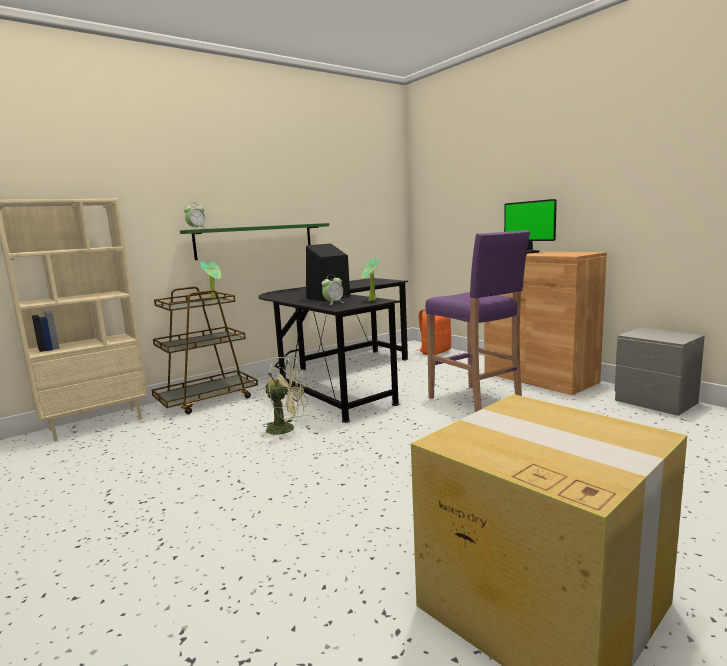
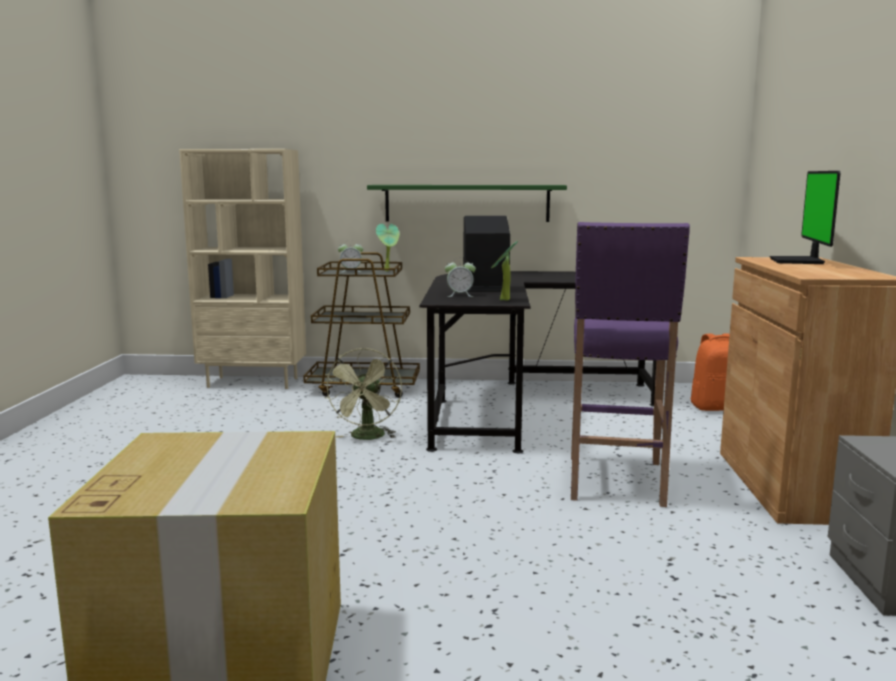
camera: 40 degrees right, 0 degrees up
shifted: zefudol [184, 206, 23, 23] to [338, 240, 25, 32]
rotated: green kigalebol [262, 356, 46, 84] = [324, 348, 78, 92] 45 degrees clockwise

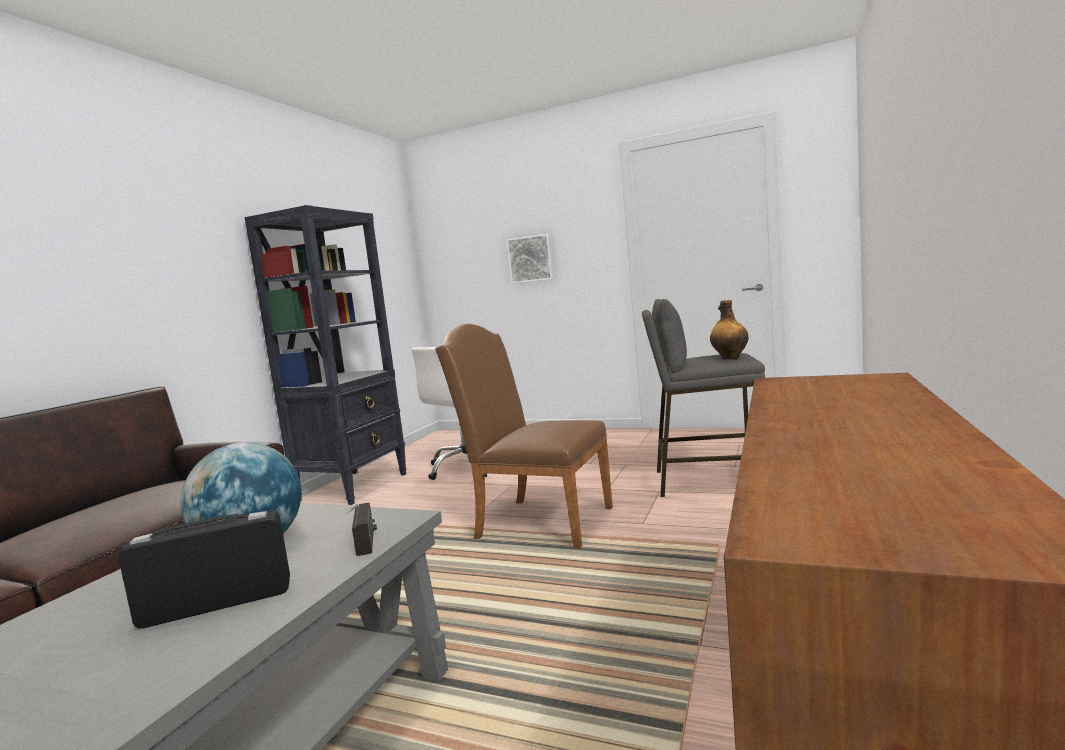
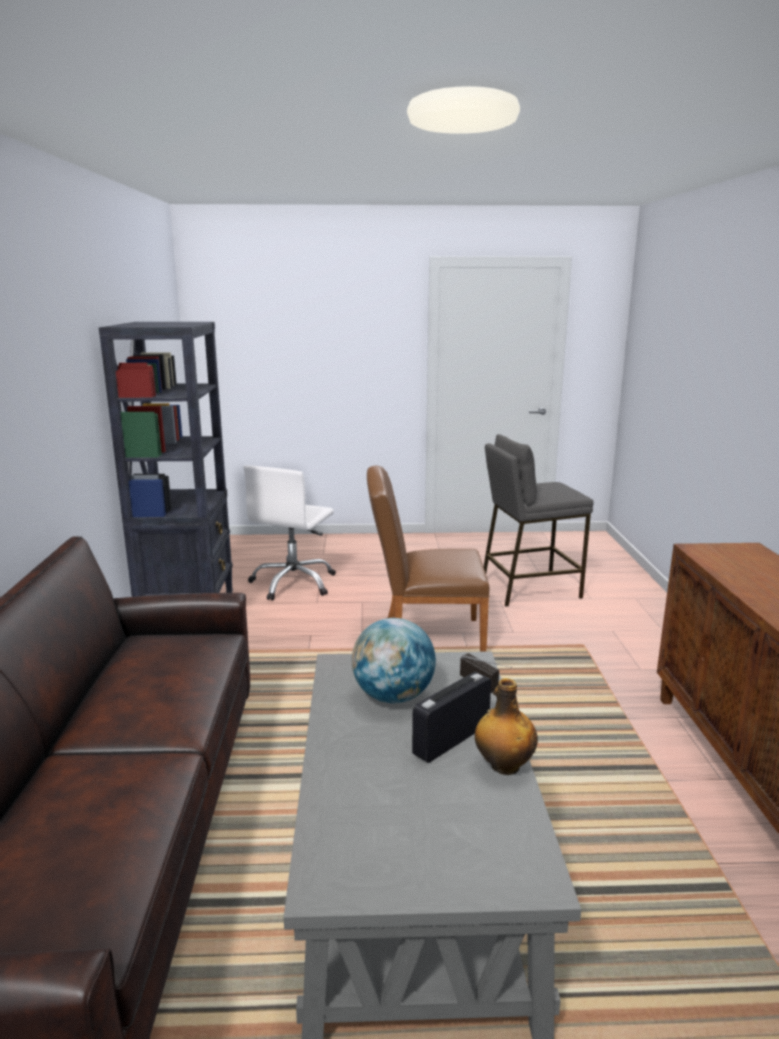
camera: 25 degrees left, 10 degrees up
gone: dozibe [507, 234, 47, 50]
shifted: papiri [710, 300, 39, 59] to [475, 678, 63, 97]

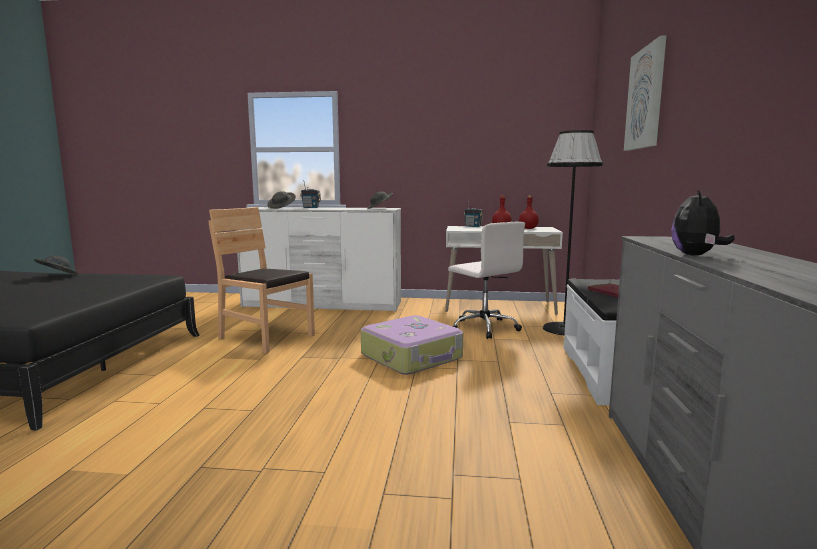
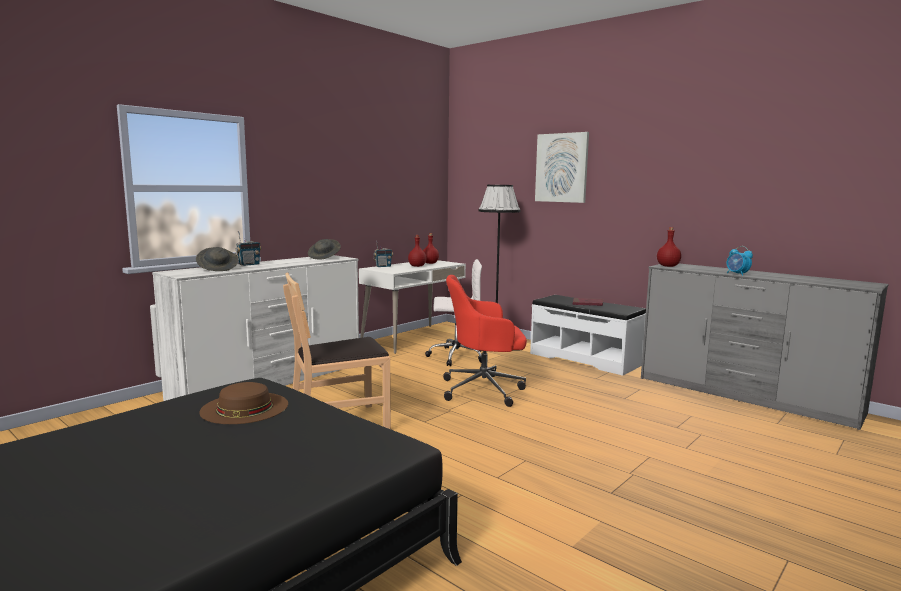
camera: 55 degrees left, 0 degrees up
gone: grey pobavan [34, 255, 44, 19]
new: brown pobavan [199, 382, 89, 42]; red papiri [657, 227, 24, 40]
swapped: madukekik [361, 315, 102, 60] to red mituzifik [443, 275, 84, 132]; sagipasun [671, 190, 64, 66] to zefudol [727, 246, 26, 30]

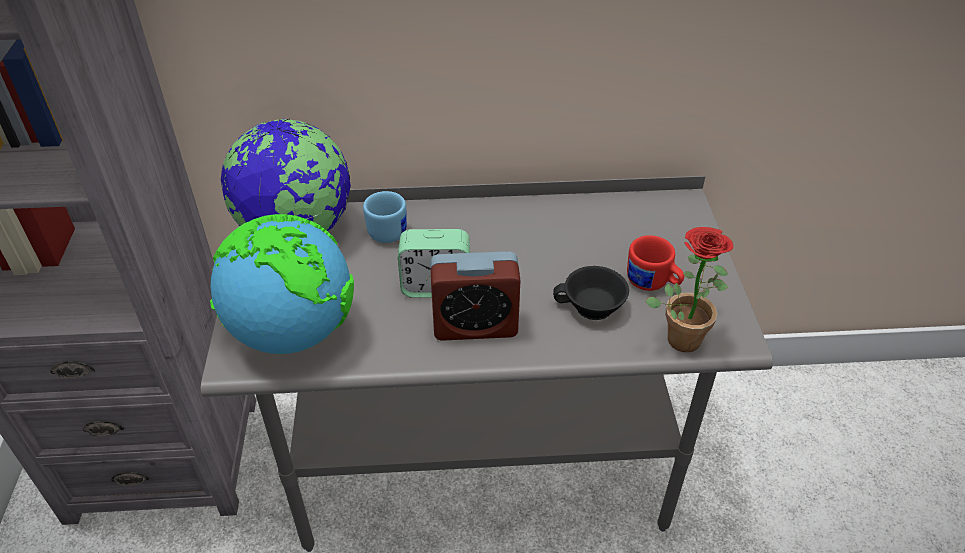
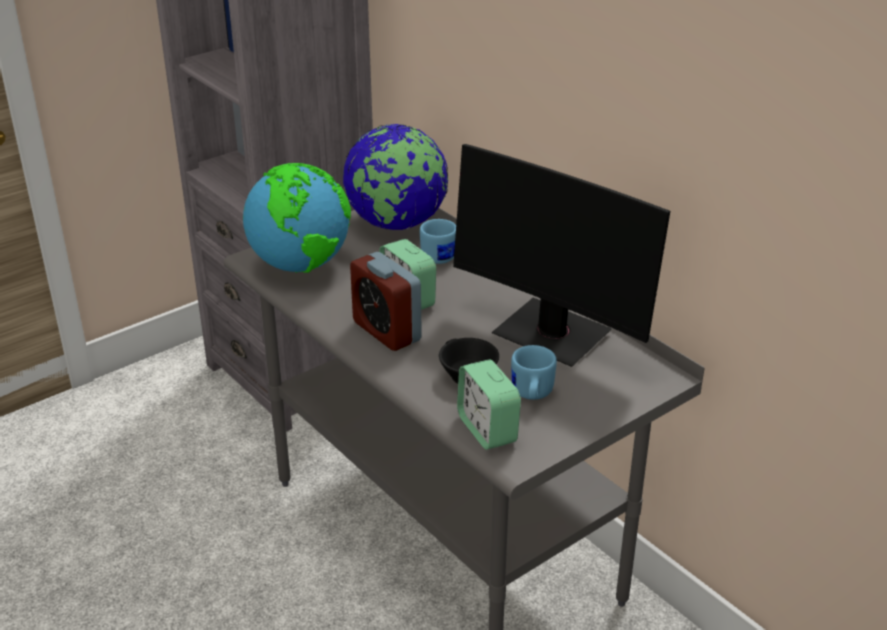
camera: 55 degrees right, 10 degrees down
new: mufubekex [453, 144, 217, 223]
swapped: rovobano [645, 227, 88, 125] to zefudol [457, 359, 64, 91]
repainted: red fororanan [627, 235, 57, 56] to blue fororanan [511, 345, 46, 55]

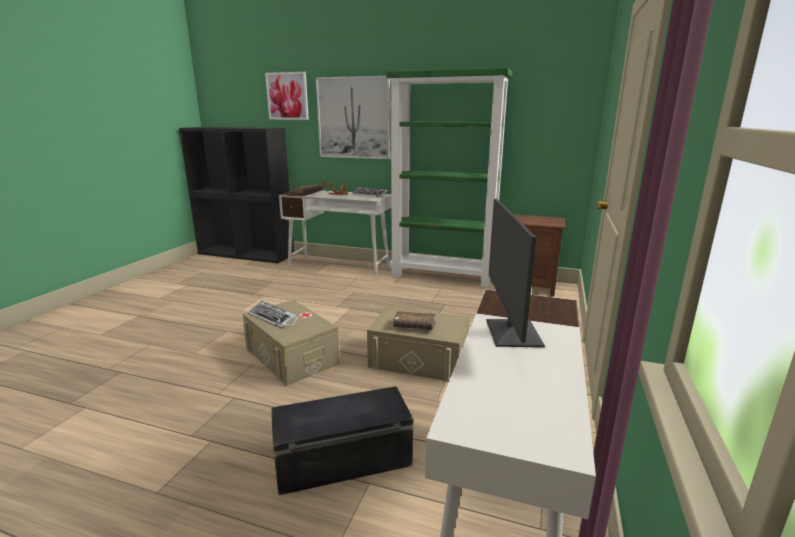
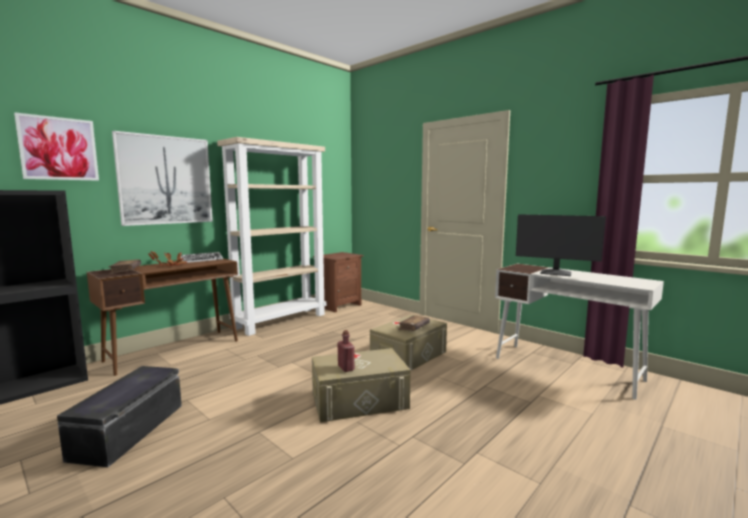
camera: 65 degrees left, 10 degrees down
shifted: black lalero [271, 386, 142, 109] to [57, 366, 125, 101]
swapped: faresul [248, 301, 48, 27] to red papiri [338, 330, 17, 42]
repainted: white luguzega [279, 190, 112, 87] to brown luguzega [87, 258, 151, 118]; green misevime [386, 68, 126, 220] to beige misevime [217, 137, 109, 199]

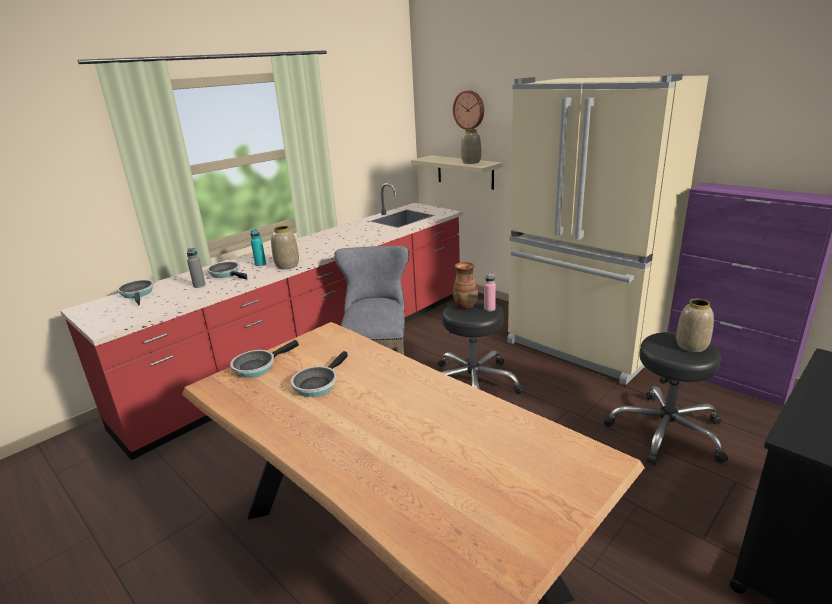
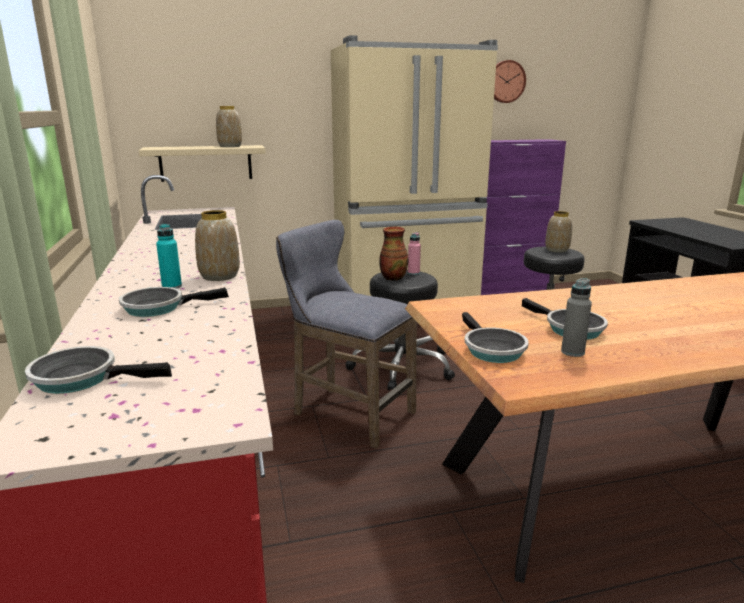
camera: 60 degrees left, 5 degrees down
shifted: grey papiri [187, 248, 19, 40] to [561, 278, 31, 79]; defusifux [453, 91, 31, 39] to [494, 60, 32, 43]

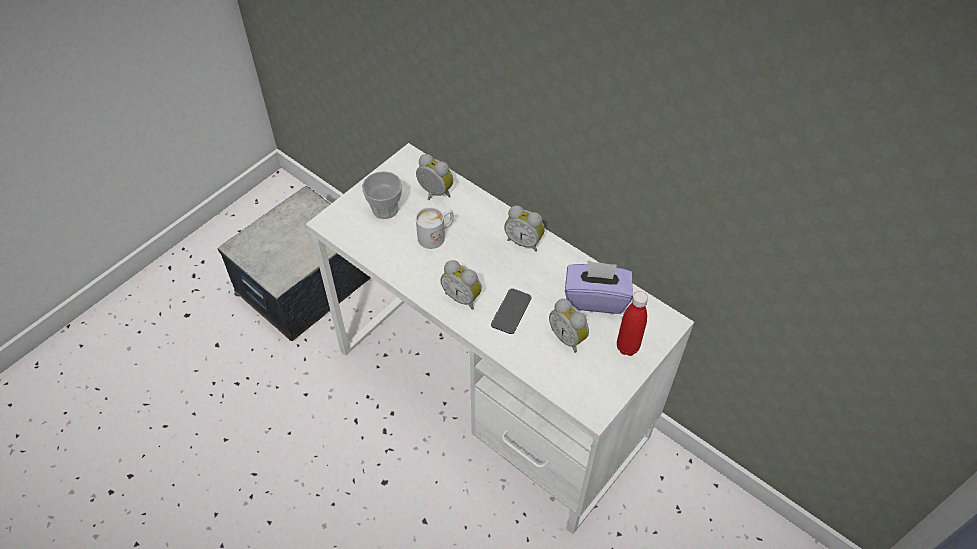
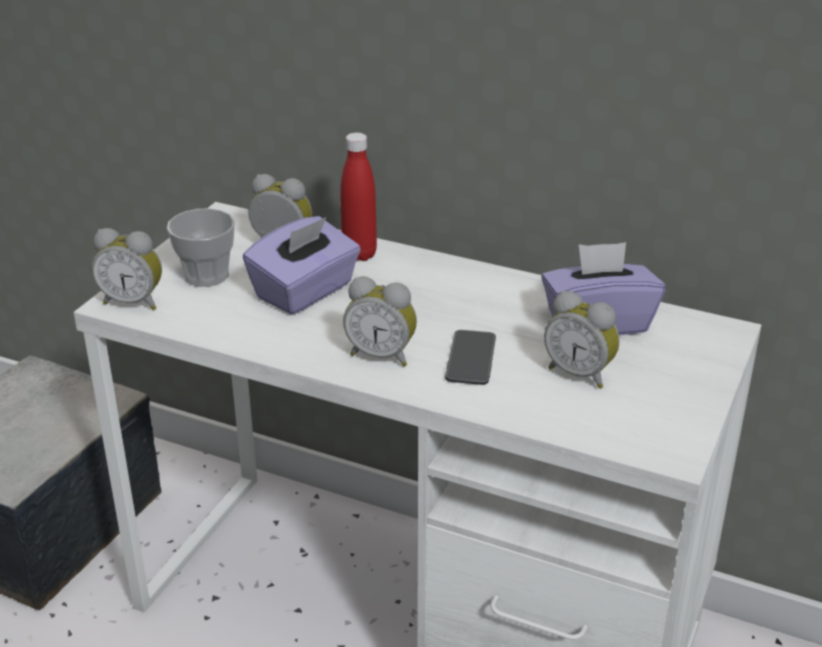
camera: 15 degrees left, 20 degrees down
shifted: zefudol [504, 205, 41, 47] to [91, 228, 71, 82]; red papiri [617, 291, 31, 65] to [340, 133, 37, 128]
swapped: white fororanan [416, 207, 38, 42] to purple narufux [243, 216, 118, 99]

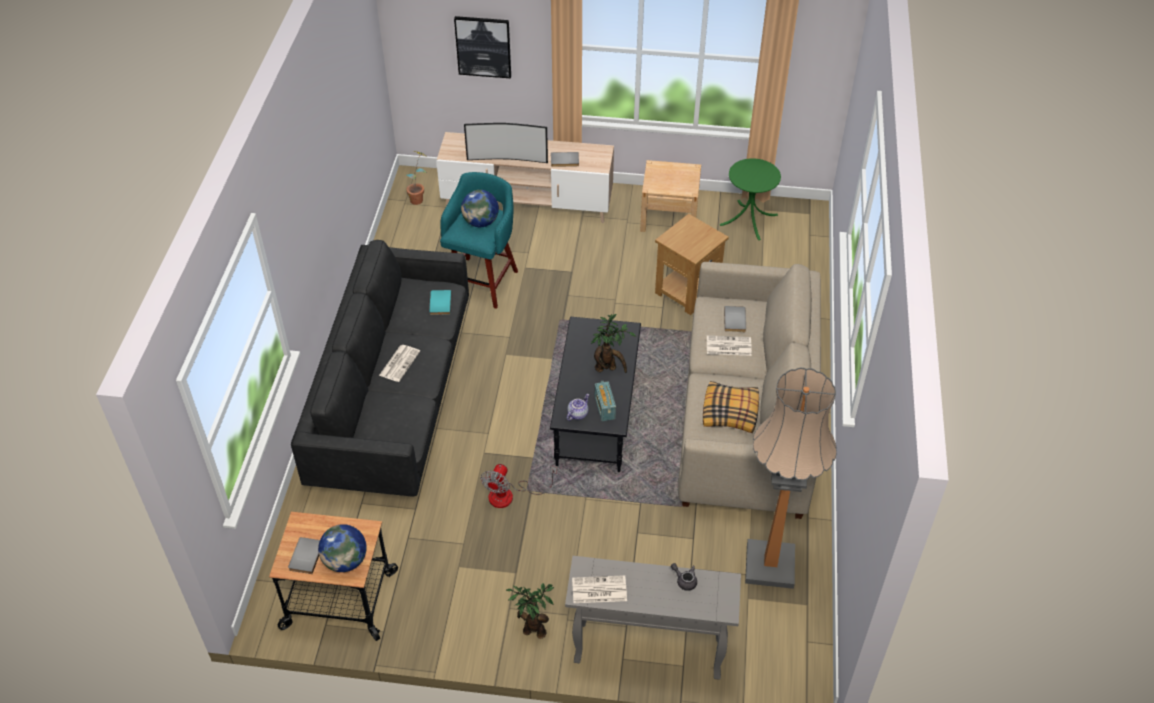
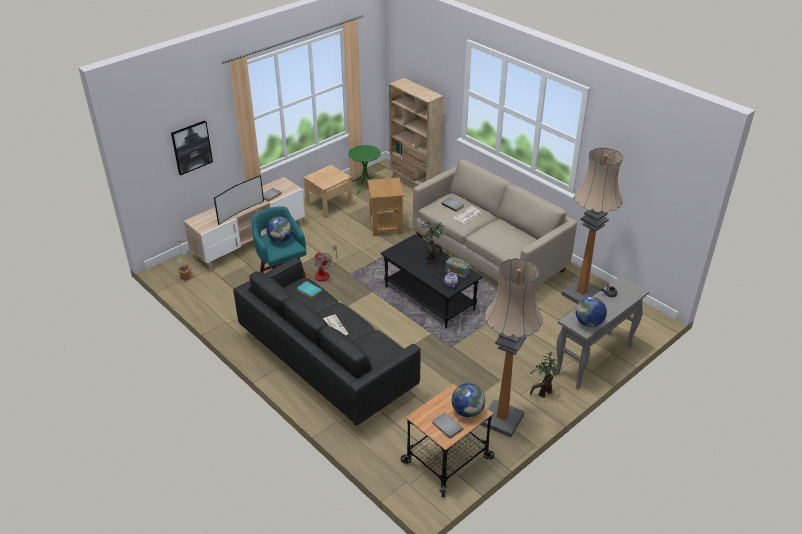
camera: 50 degrees left, 10 degrees down
gone: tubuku [703, 381, 56, 52]
new: beige misevime [389, 78, 55, 108]; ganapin [480, 258, 63, 179]
shifted: kigalebol [480, 464, 77, 44] to [315, 245, 23, 36]
swapped: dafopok [572, 575, 55, 28] to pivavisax [575, 297, 32, 30]

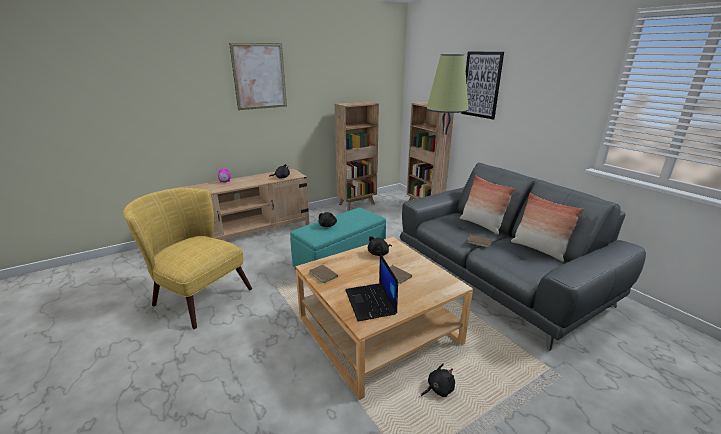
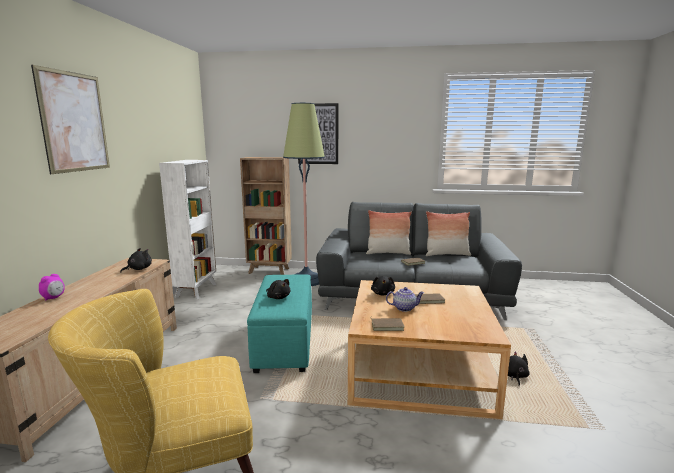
camera: 50 degrees left, 10 degrees down
gone: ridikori [345, 253, 53, 68]
new: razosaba [386, 287, 38, 25]
repainted: brown misevime [335, 101, 44, 110] to white misevime [159, 160, 57, 139]

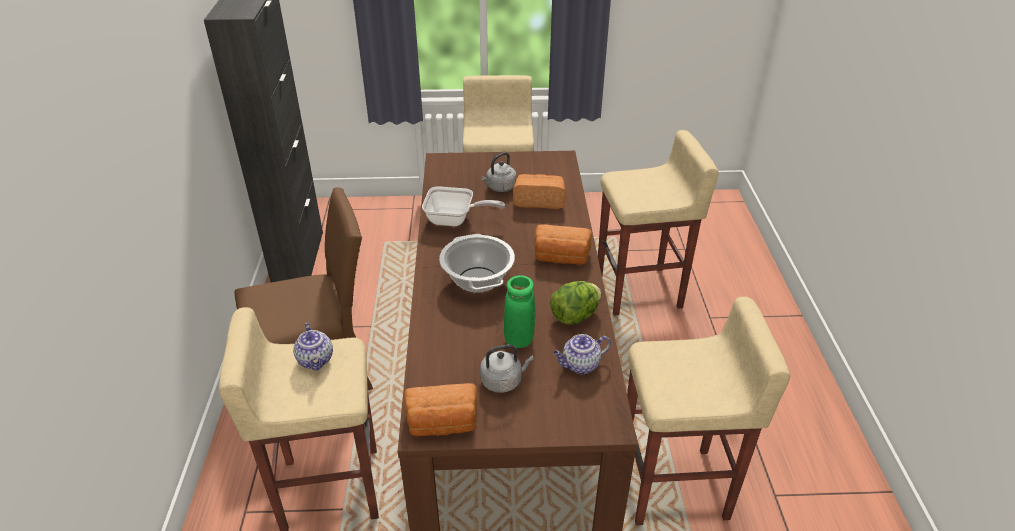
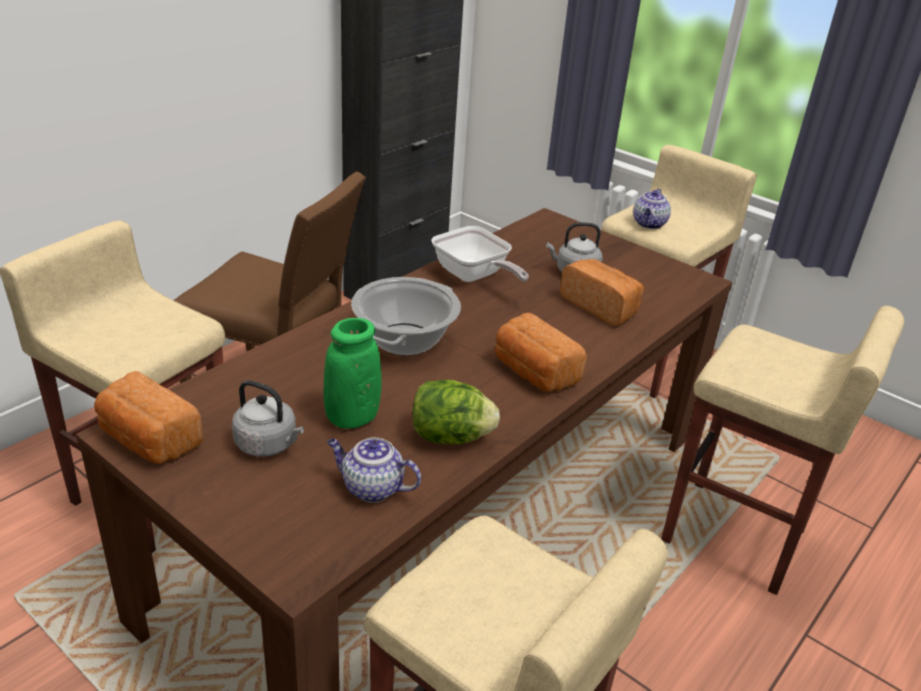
camera: 40 degrees right, 5 degrees down
shifted: razosaba [293, 323, 40, 48] to [633, 189, 38, 40]

